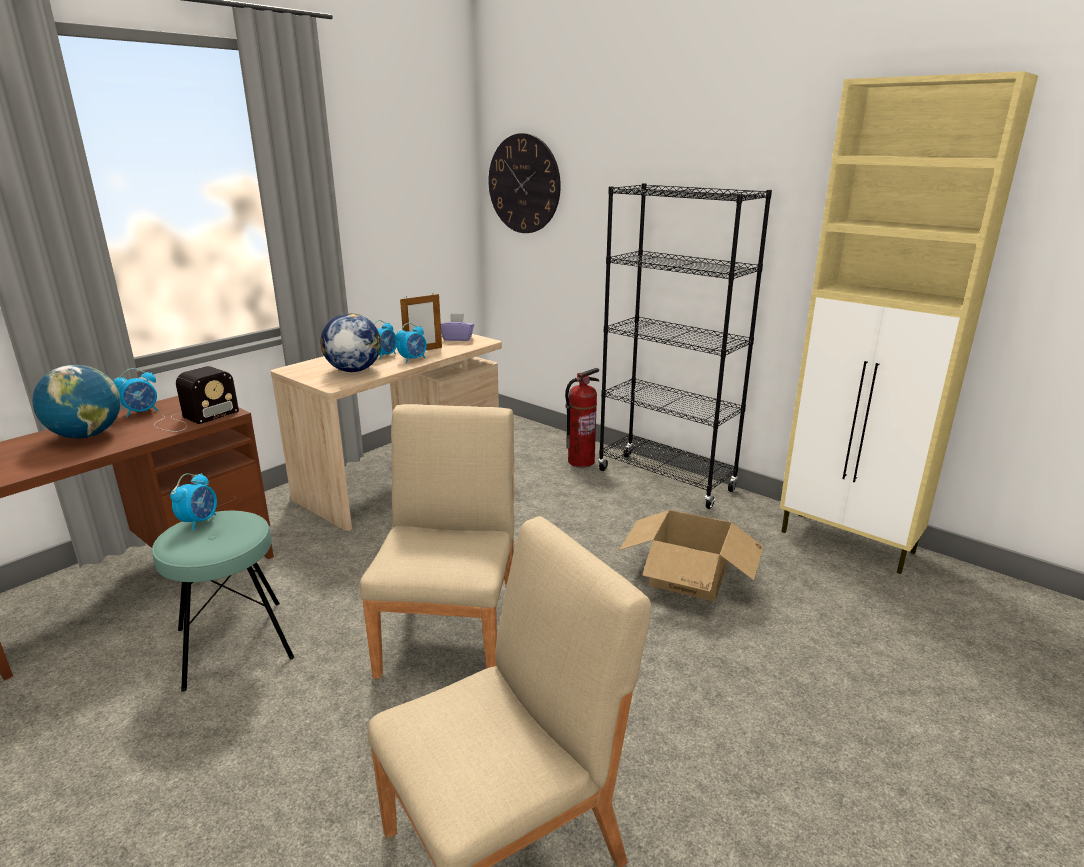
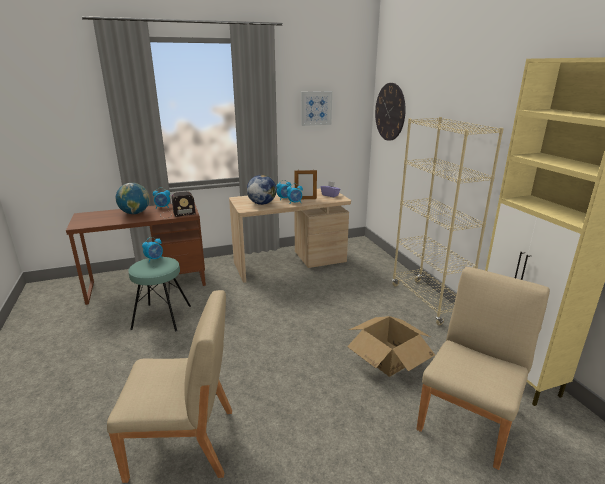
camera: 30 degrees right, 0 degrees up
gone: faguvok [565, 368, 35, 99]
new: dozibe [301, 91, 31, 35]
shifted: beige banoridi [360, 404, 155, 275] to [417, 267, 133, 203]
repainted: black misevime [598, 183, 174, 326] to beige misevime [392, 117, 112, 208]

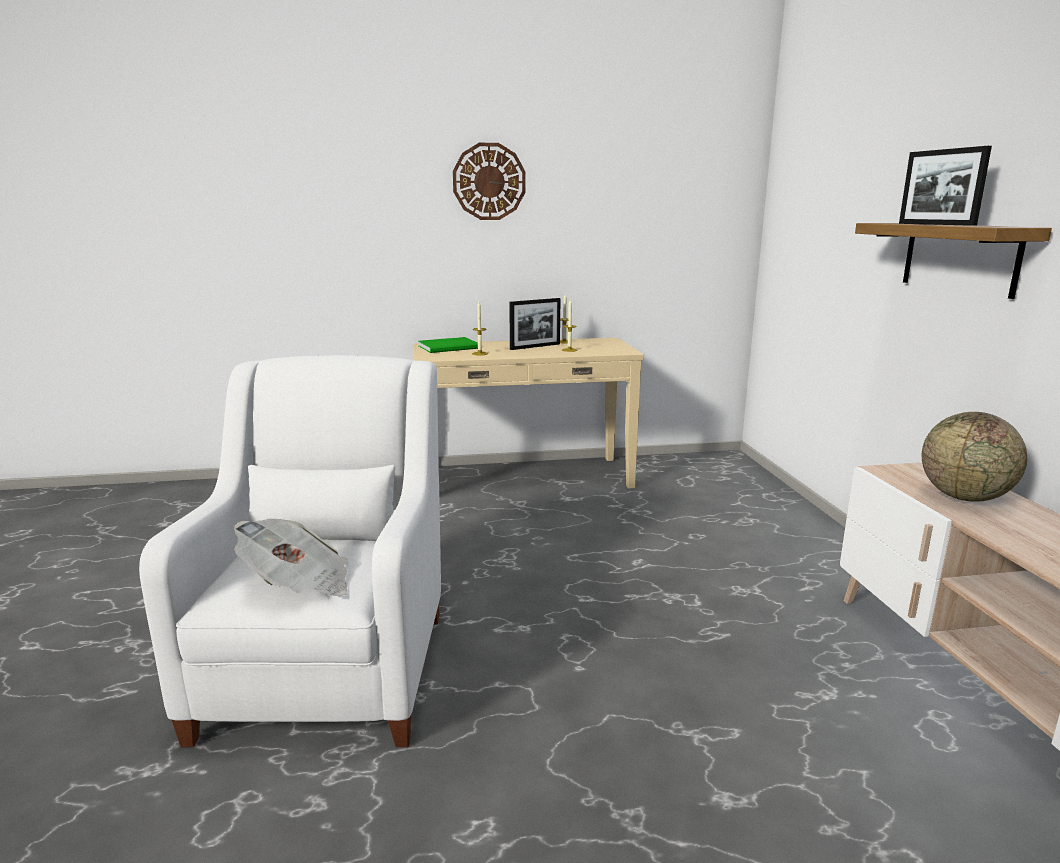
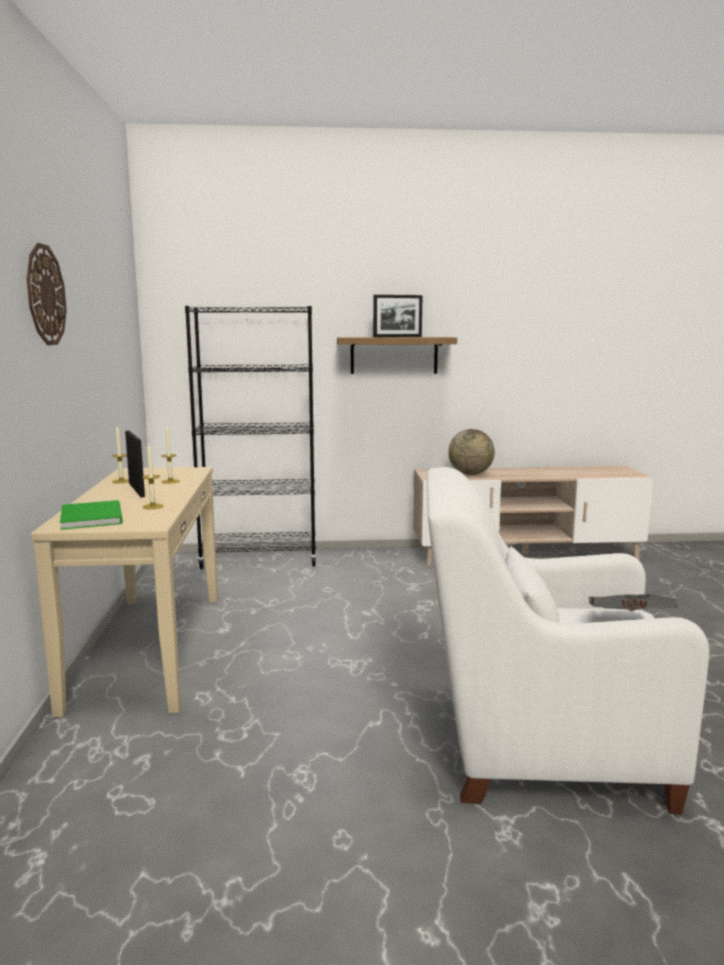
camera: 85 degrees left, 5 degrees down
new: black misevime [185, 306, 132, 263]

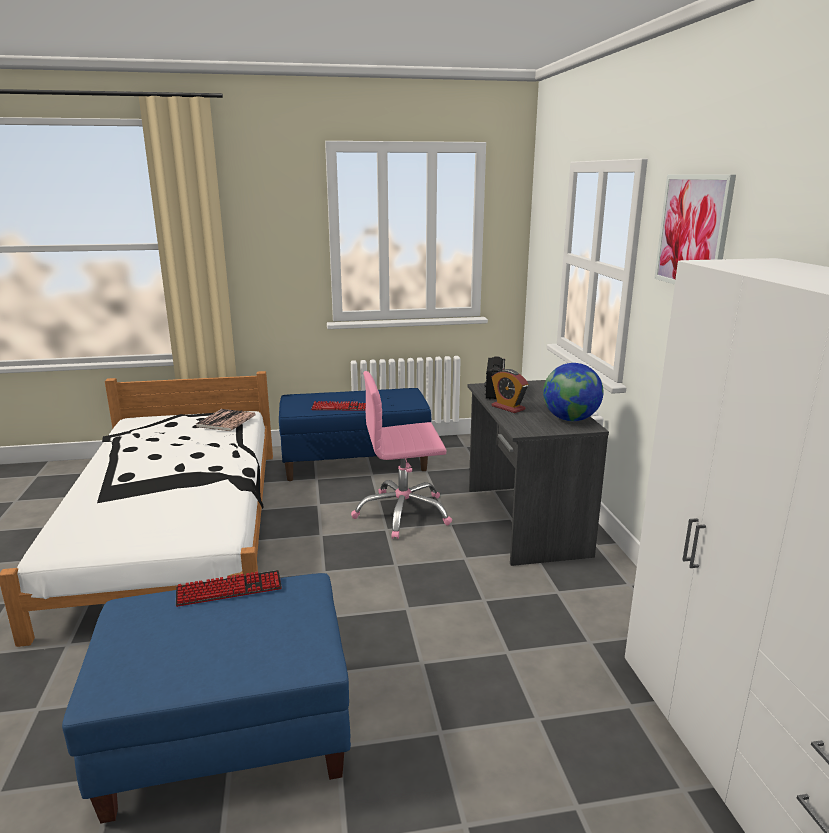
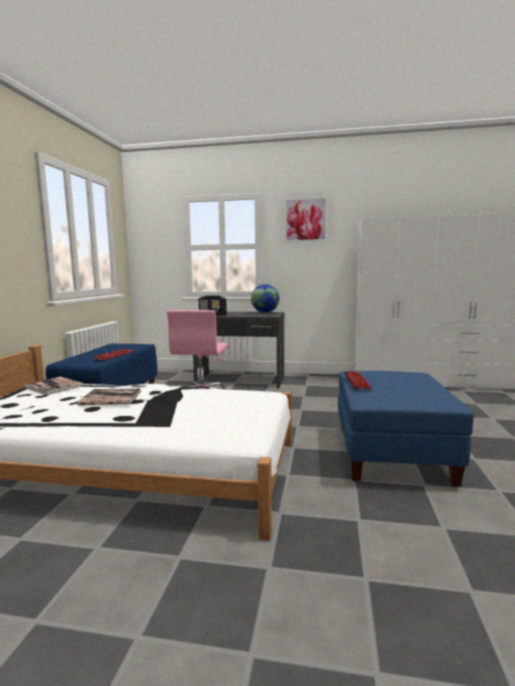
camera: 70 degrees left, 10 degrees down
gone: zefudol [492, 369, 36, 44]
new: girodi [77, 388, 64, 17]

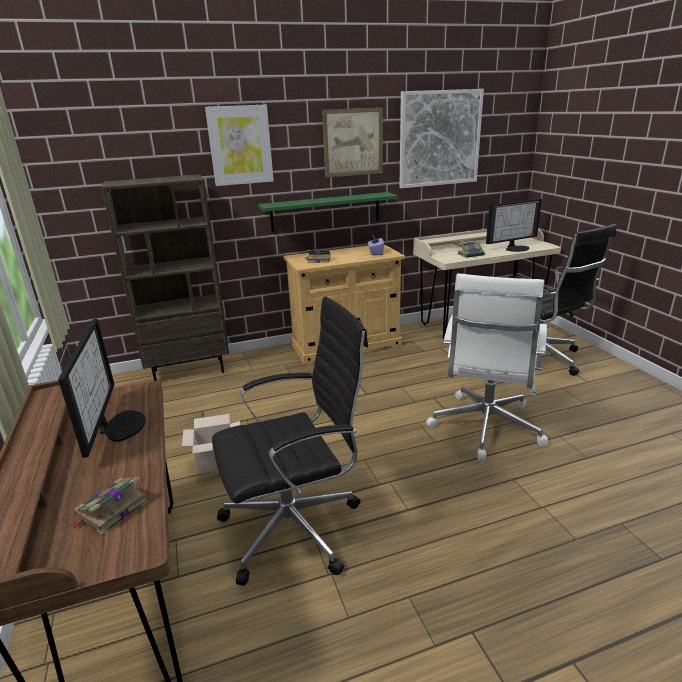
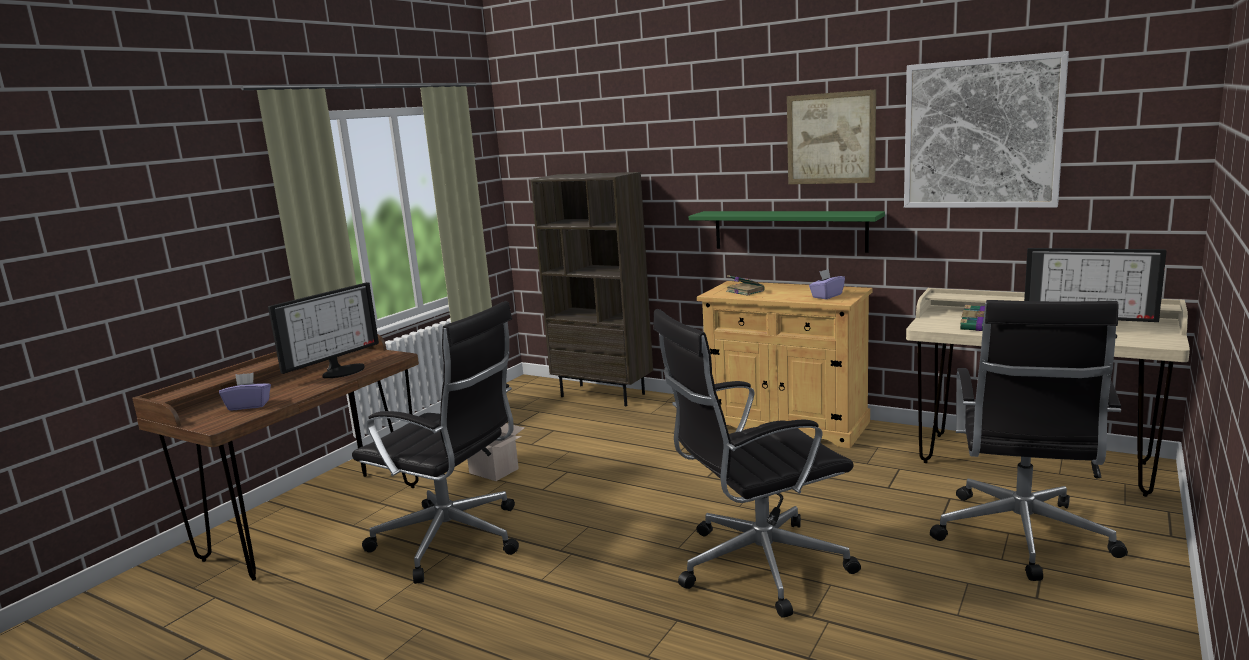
camera: 50 degrees right, 10 degrees down
gone: dozibe [205, 104, 69, 82]
swapped: girodi [70, 477, 78, 58] to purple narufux [219, 373, 52, 38]
repainted: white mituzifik [426, 274, 122, 187] to black mituzifik [653, 309, 208, 309]

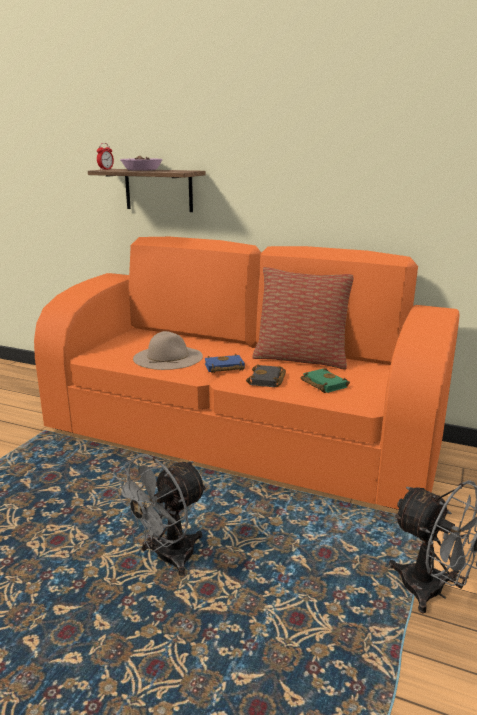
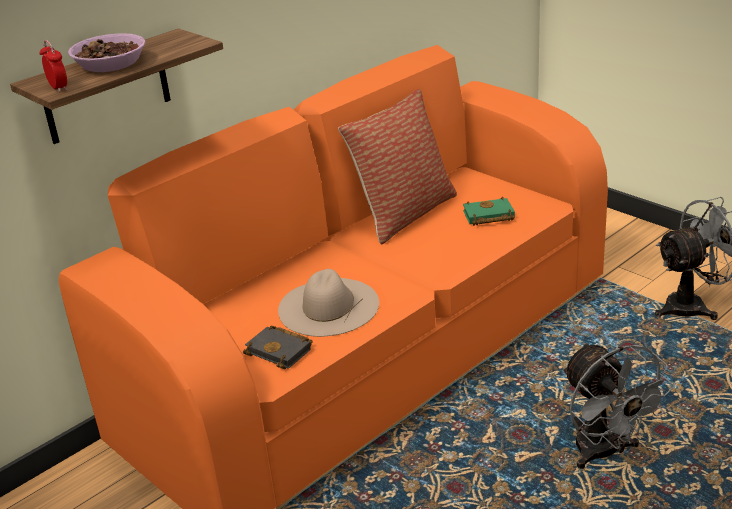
camera: 65 degrees left, 10 degrees up
gone: blue girodi [204, 354, 41, 19]
shifted: black girodi [246, 364, 40, 23] to [243, 326, 69, 44]

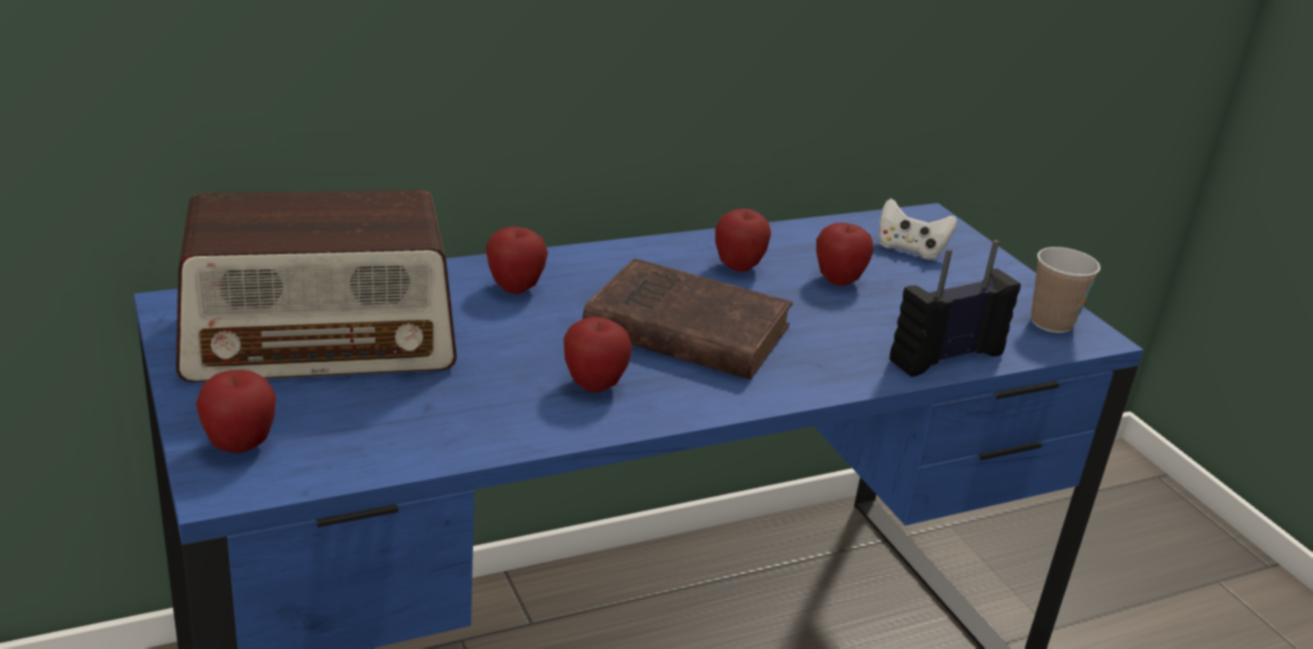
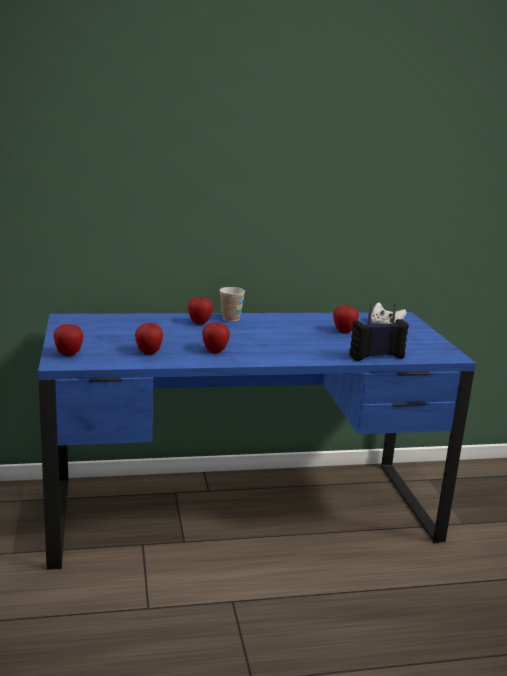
camera: 15 degrees right, 10 degrees down
gone: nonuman [176, 190, 281, 193]; brown girodi [582, 258, 211, 122]
shifted: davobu [715, 208, 56, 64] to [135, 323, 28, 32]; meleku [1031, 247, 70, 86] to [219, 287, 26, 35]

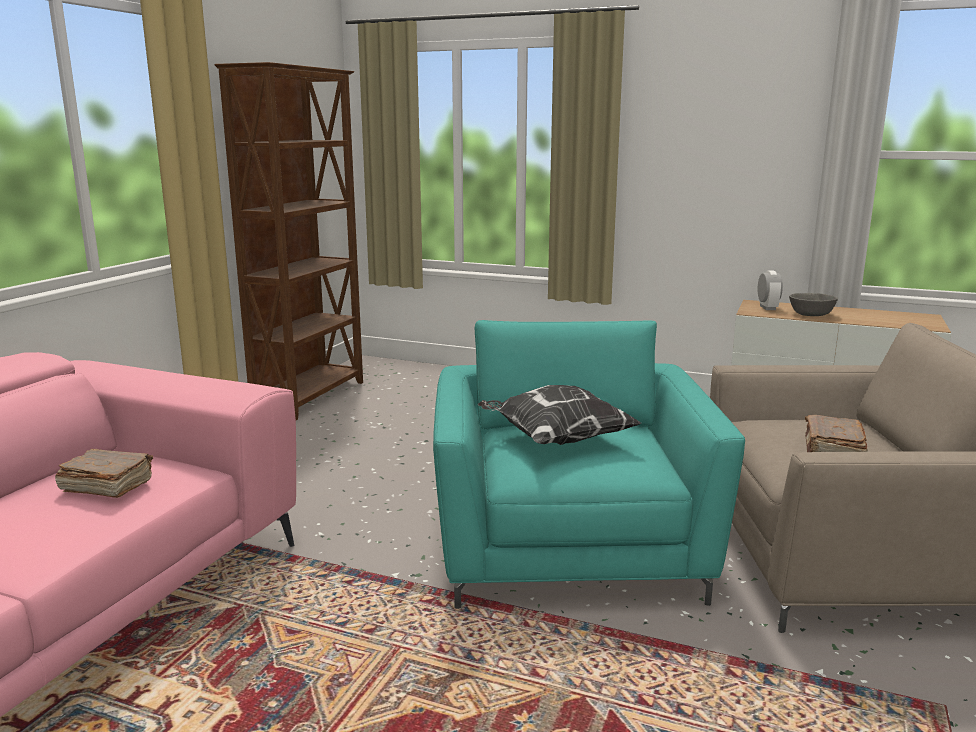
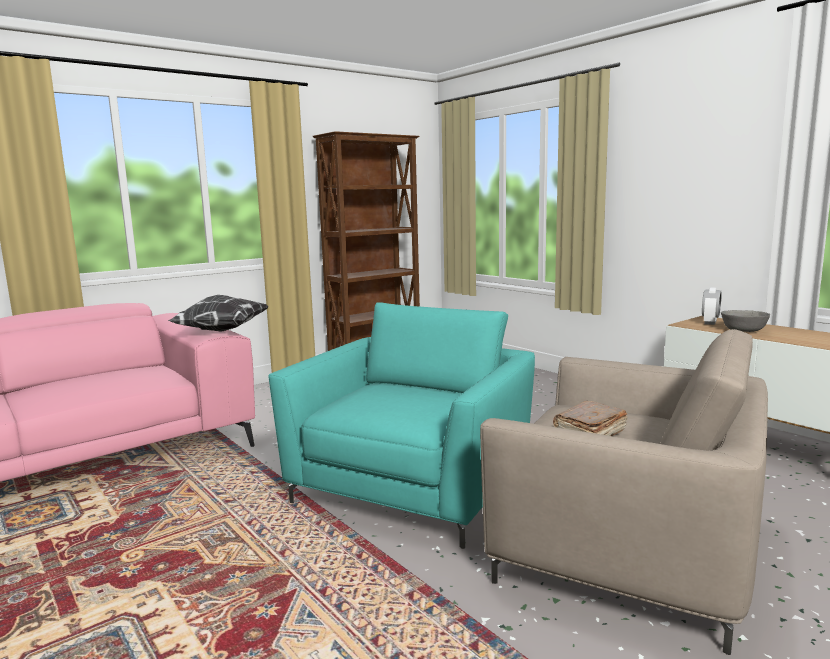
camera: 30 degrees right, 5 degrees down
gone: brown girodi [55, 449, 98, 49]
shifted: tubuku [478, 385, 163, 60] to [168, 295, 101, 37]

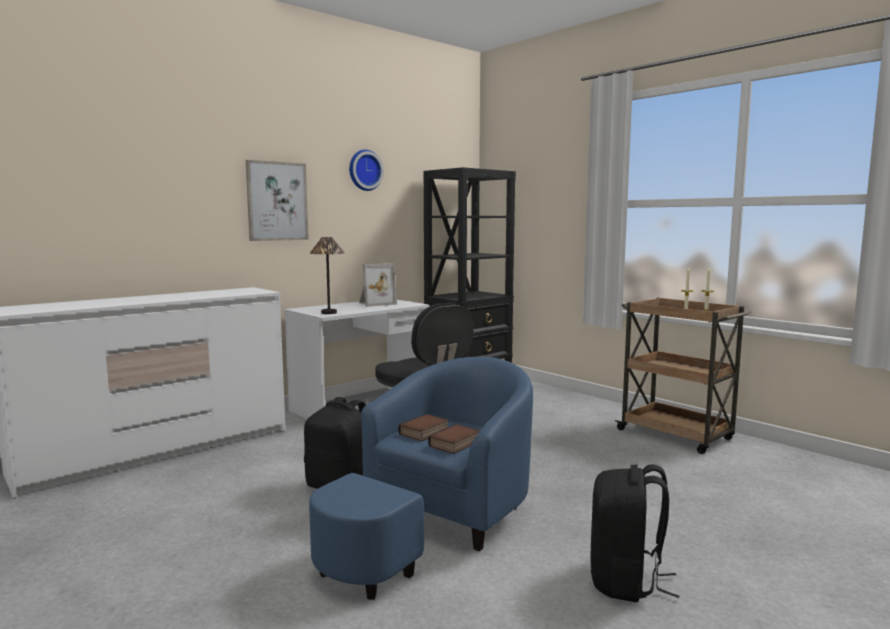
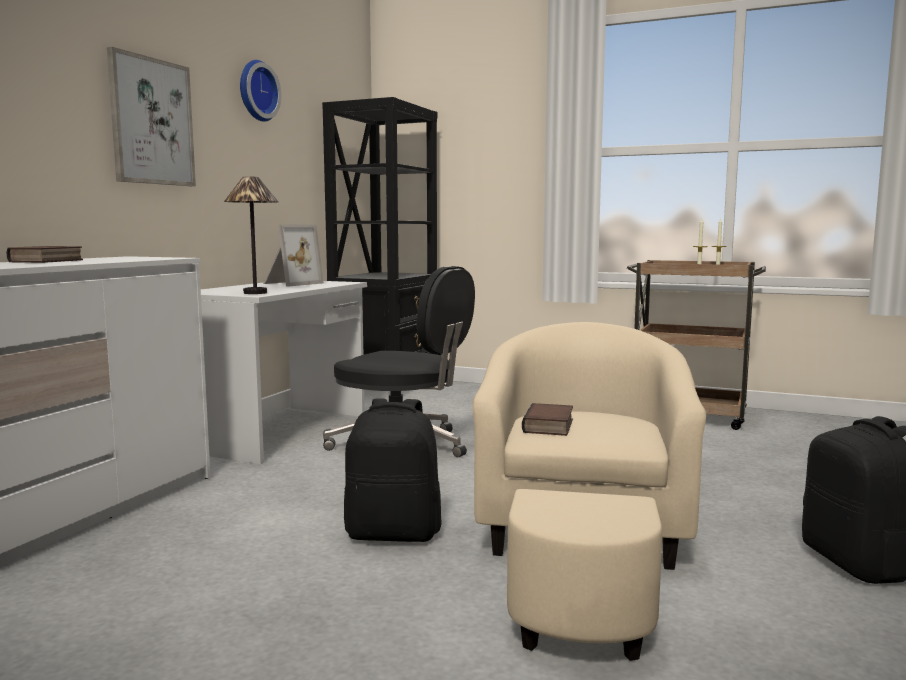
camera: 25 degrees left, 0 degrees up
shifted: girodi [428, 424, 52, 30] to [6, 246, 77, 17]
repainted: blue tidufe [309, 357, 224, 243] to beige tidufe [473, 322, 233, 339]

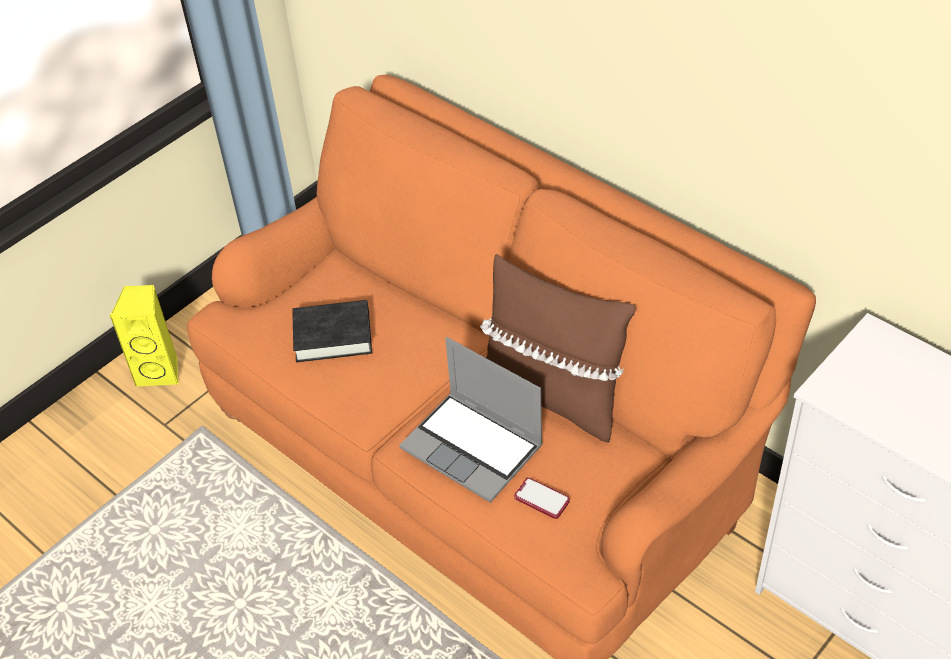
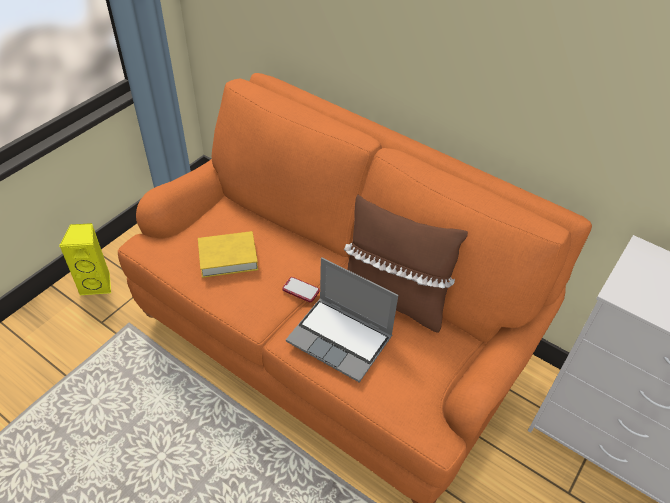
camera: 10 degrees left, 0 degrees up
shifted: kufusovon [514, 478, 56, 41] to [282, 277, 38, 26]
repainted: black girodi [292, 300, 80, 62] to yellow girodi [198, 231, 60, 47]

